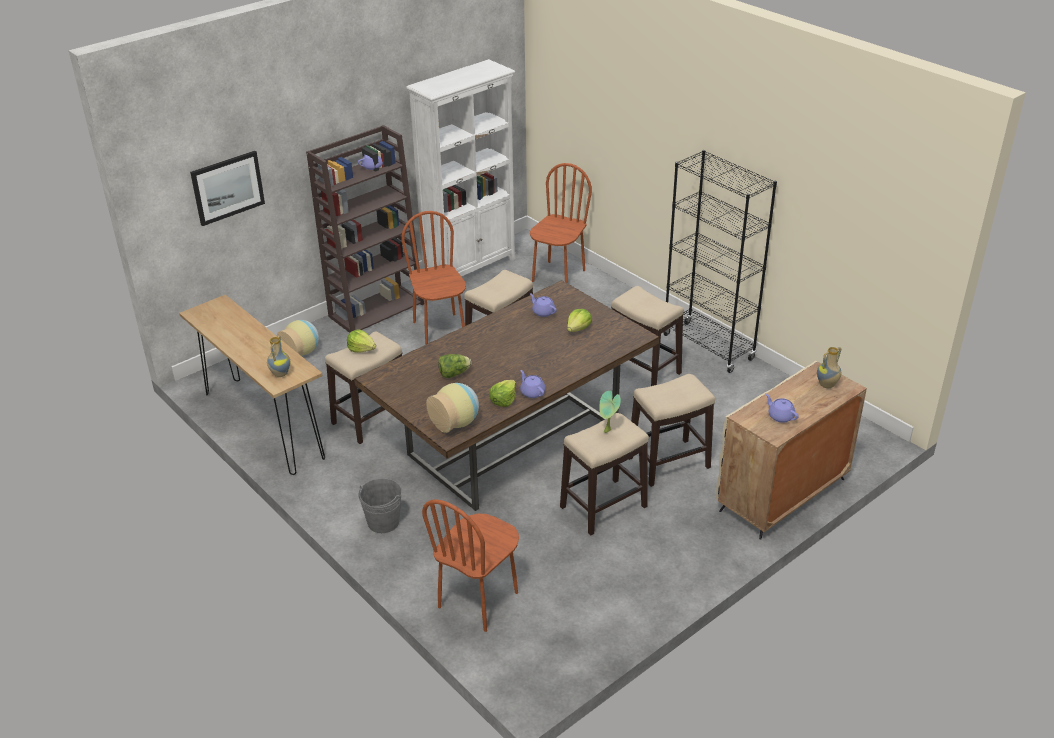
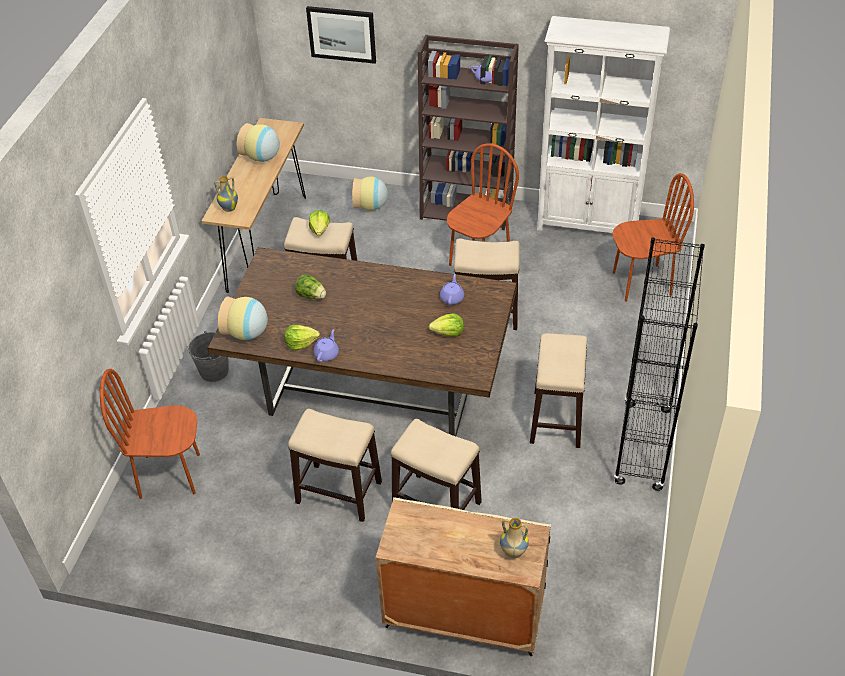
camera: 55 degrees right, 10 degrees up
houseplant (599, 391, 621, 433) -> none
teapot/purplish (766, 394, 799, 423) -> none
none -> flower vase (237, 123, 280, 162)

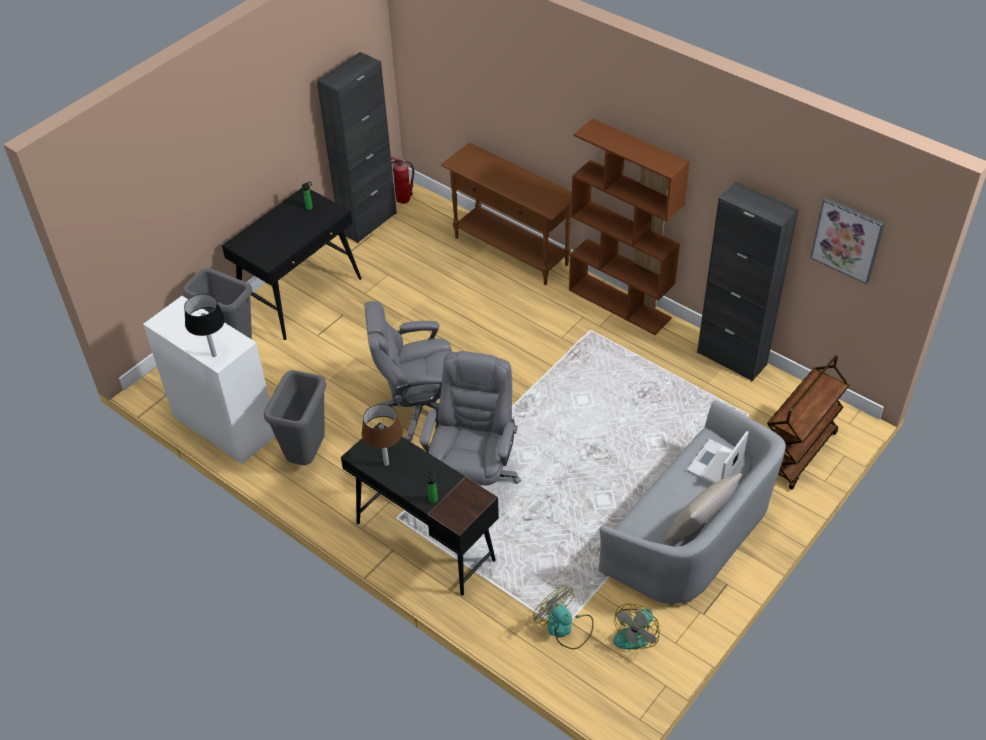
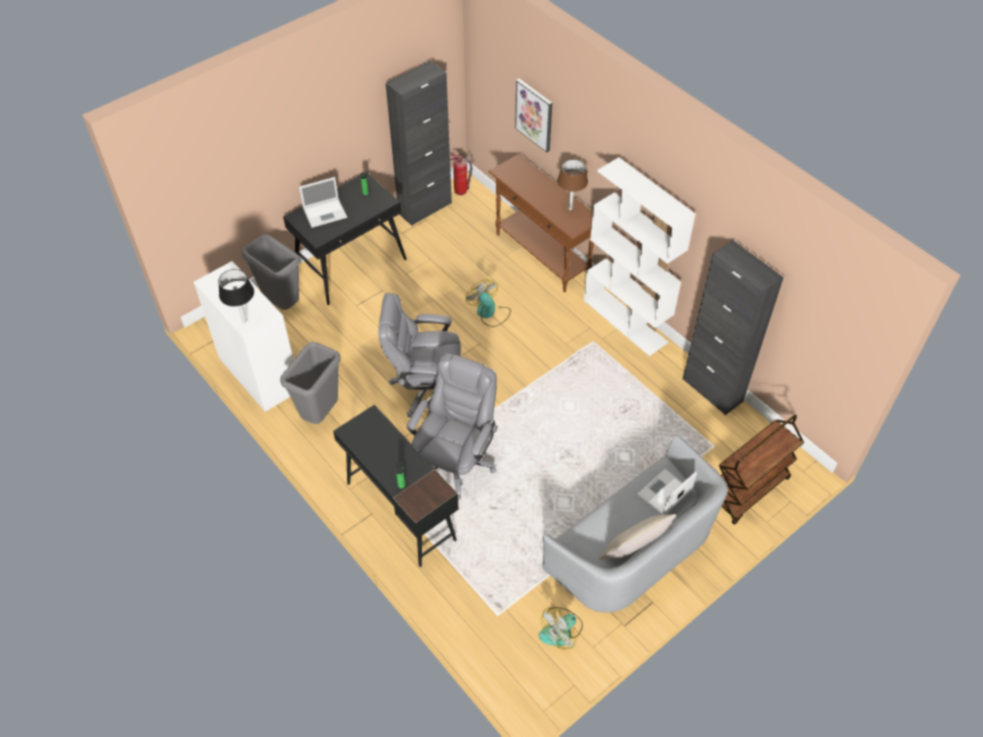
camera: 10 degrees right, 5 degrees up
none -> laptop (299, 177, 347, 228)
lamp for a table/brown (362, 404, 403, 466) -> lamp for a table/brown (557, 159, 588, 210), shifted
cooling fan (533, 585, 594, 649) -> cooling fan (466, 279, 511, 327), shifted
wall picture (810, 197, 885, 284) -> wall picture (515, 79, 552, 152), shifted
bookcase/brown (569, 118, 690, 335) -> bookcase/white (584, 157, 696, 356)

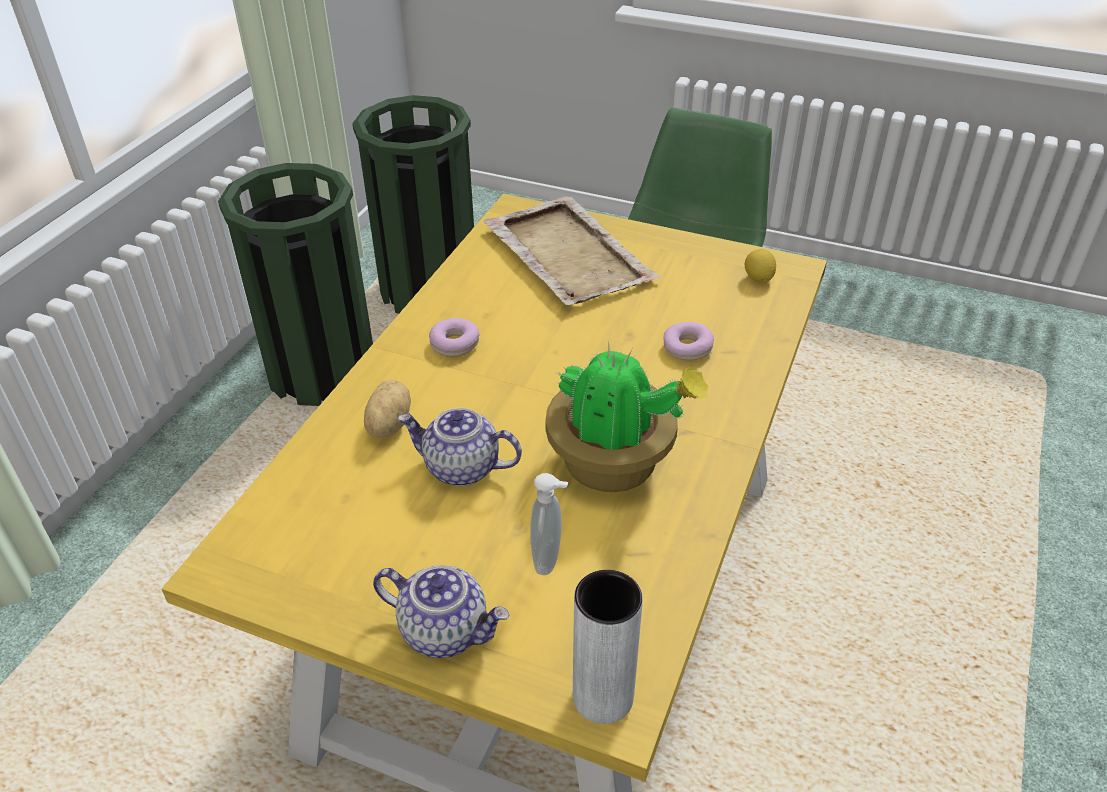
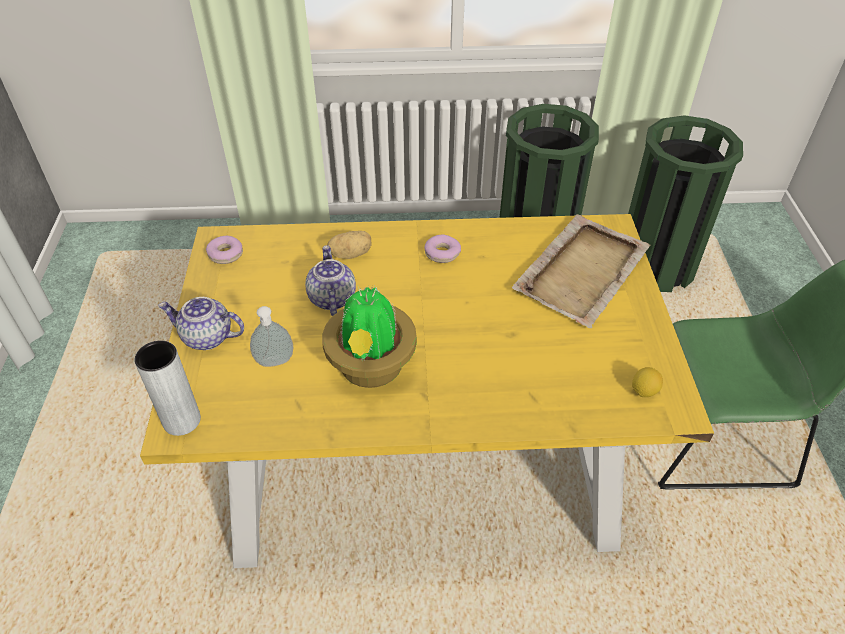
camera: 65 degrees right, 5 degrees up
doughnut (663, 322, 714, 361) -> doughnut (206, 236, 243, 264), shifted
teapot (373, 565, 510, 658) -> teapot (158, 297, 244, 350), 105 degrees clockwise

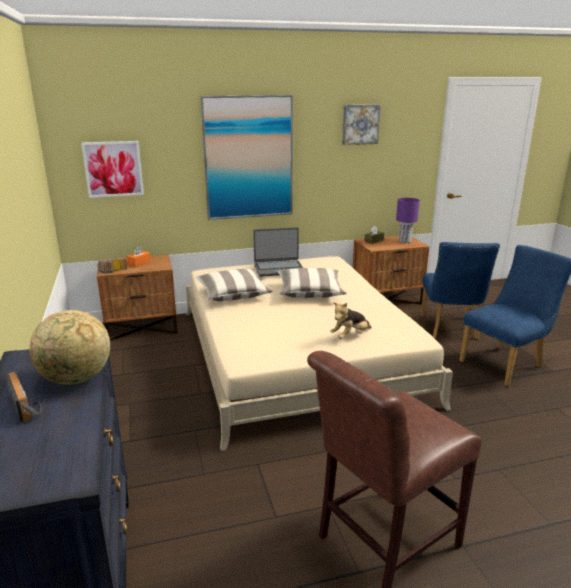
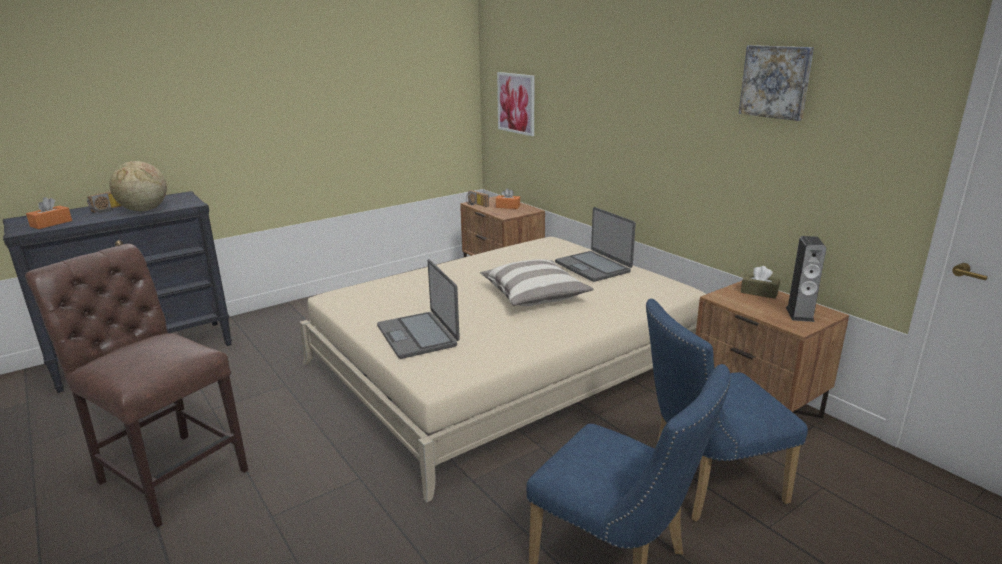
camera: 70 degrees right, 0 degrees up
throw pillow (196, 269, 273, 302) -> none
wall picture (201, 95, 293, 220) -> none
none -> box of tissues/orangey (26, 197, 72, 229)
plush toy (330, 302, 371, 339) -> laptop (377, 259, 460, 359)
lamp for a table/purplish (396, 198, 420, 243) -> loudspeaker (786, 236, 826, 322)

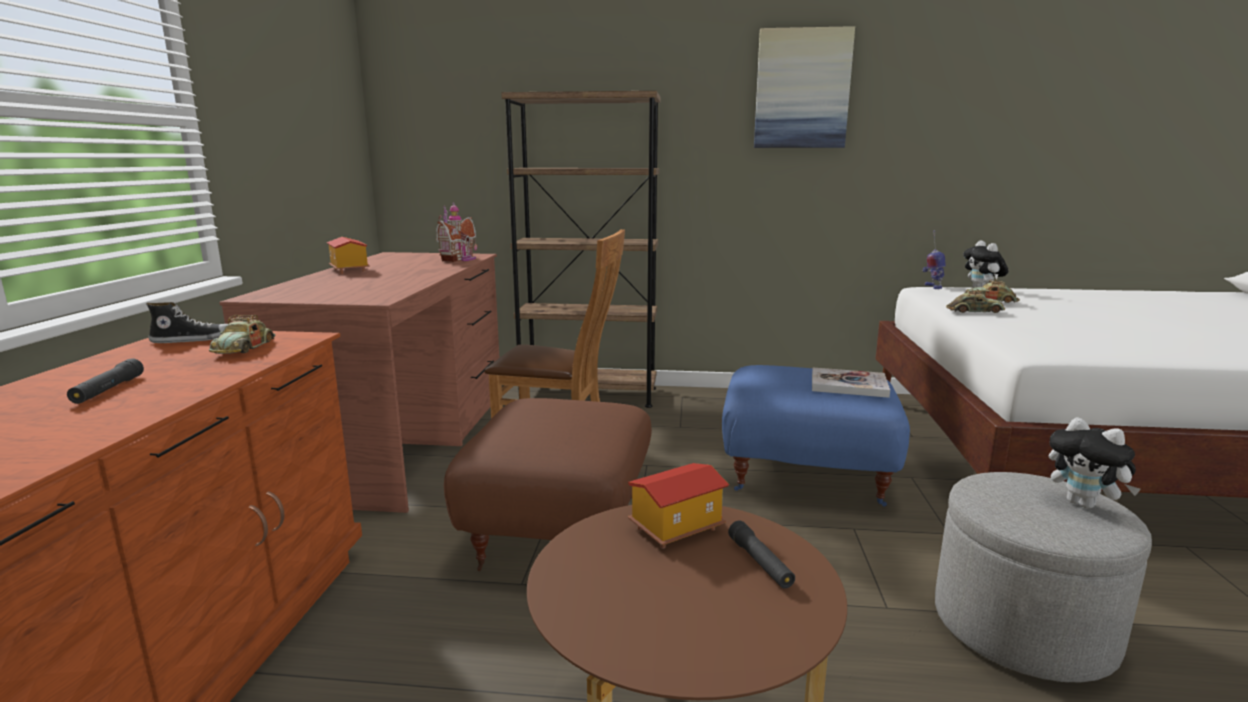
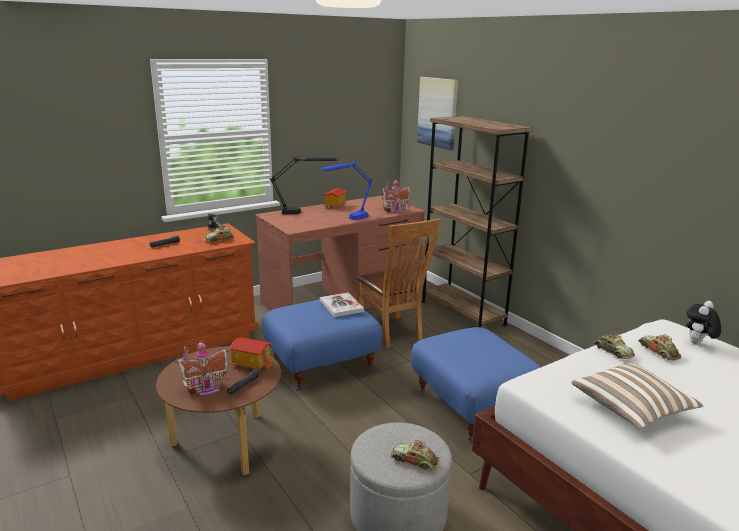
camera: 50 degrees right, 5 degrees up
model robot (922, 230, 946, 289) -> none
none -> toy house (174, 340, 231, 397)
none -> lamp for a table/black (269, 156, 337, 214)
none -> lamp for a table/bluish (321, 161, 373, 220)
none -> throw pillow (571, 363, 703, 429)
wall picture (754, 26, 855, 148) -> wall picture (417, 77, 458, 150), shifted
book (812, 368, 890, 398) -> book (320, 293, 364, 317), shifted
plush toy (1049, 417, 1141, 509) -> toy car (391, 440, 440, 470)
ottoman/brown (444, 398, 652, 571) -> ottoman/bluish (262, 299, 382, 391)

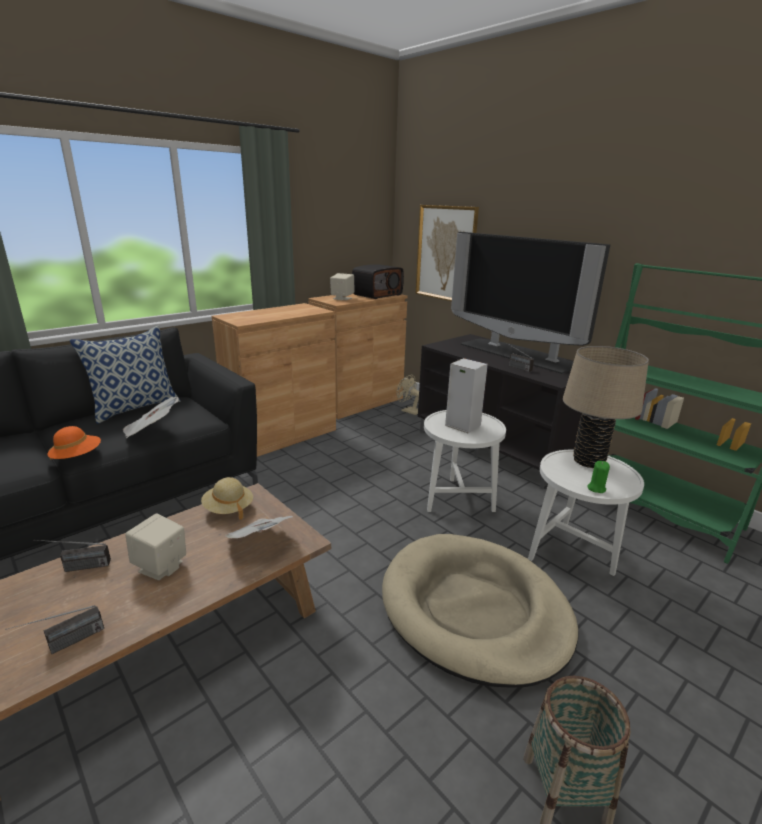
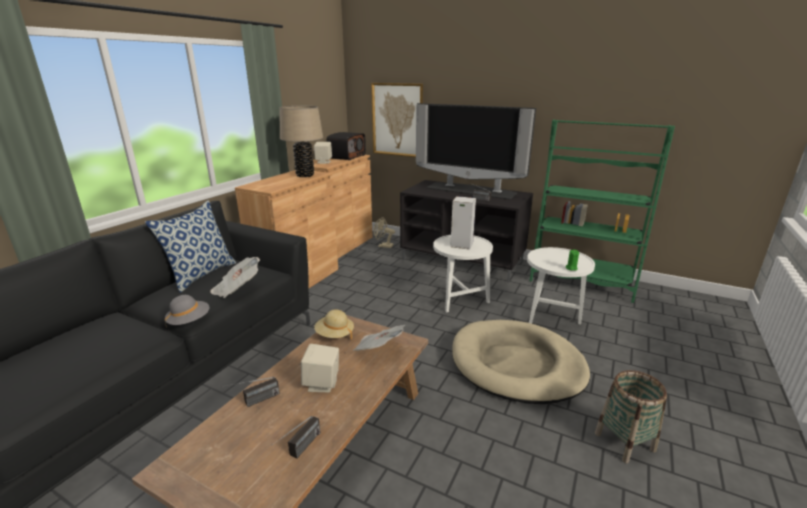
camera: 20 degrees left, 0 degrees up
lamp for a table/sand-coloured (563, 346, 649, 468) -> lamp for a table/sand-coloured (279, 106, 323, 177), shifted
clothing hat/orangey (48, 426, 101, 459) -> clothing hat/greyish (165, 295, 209, 328)

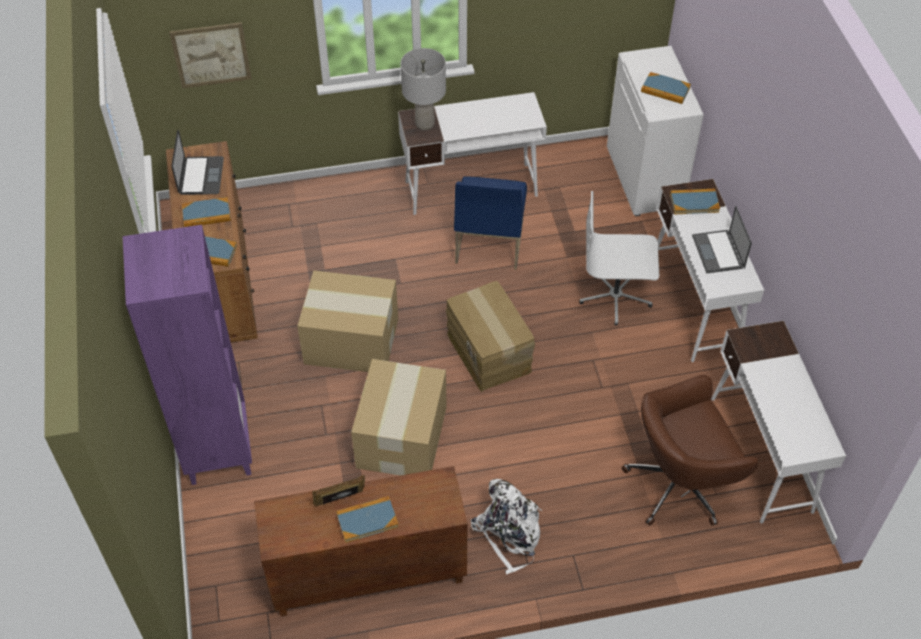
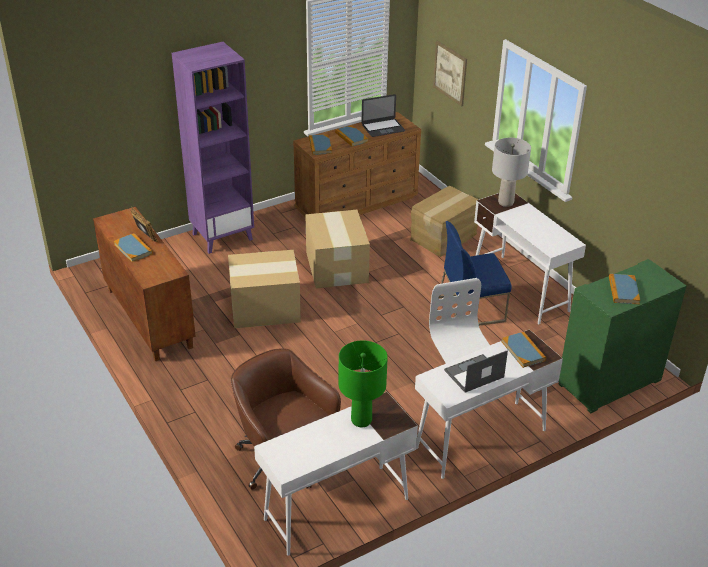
camera: 70 degrees right, 15 degrees down
knapsack/white (471, 479, 542, 574) -> none
none -> lamp for a table/greenish (339, 341, 388, 427)
carton (446, 281, 535, 392) -> carton (410, 186, 479, 257), shifted
storage cabinet/white (607, 46, 704, 217) -> storage cabinet/greenish (559, 259, 686, 413)

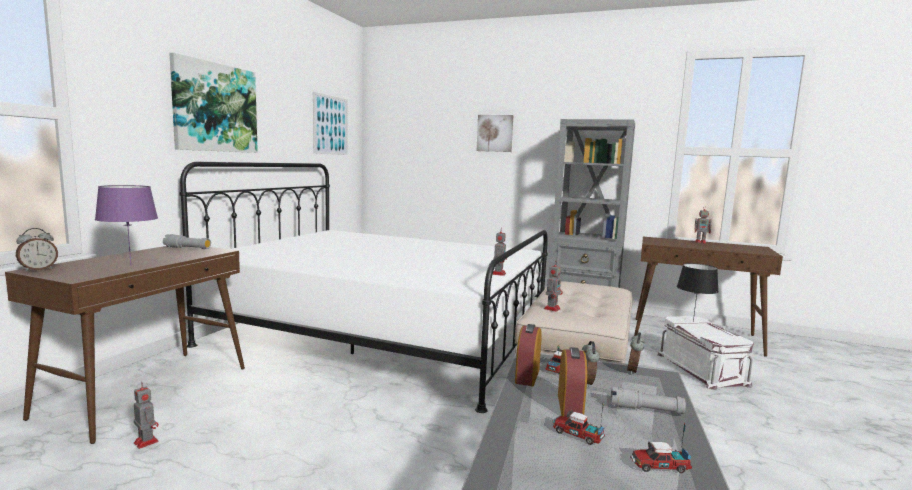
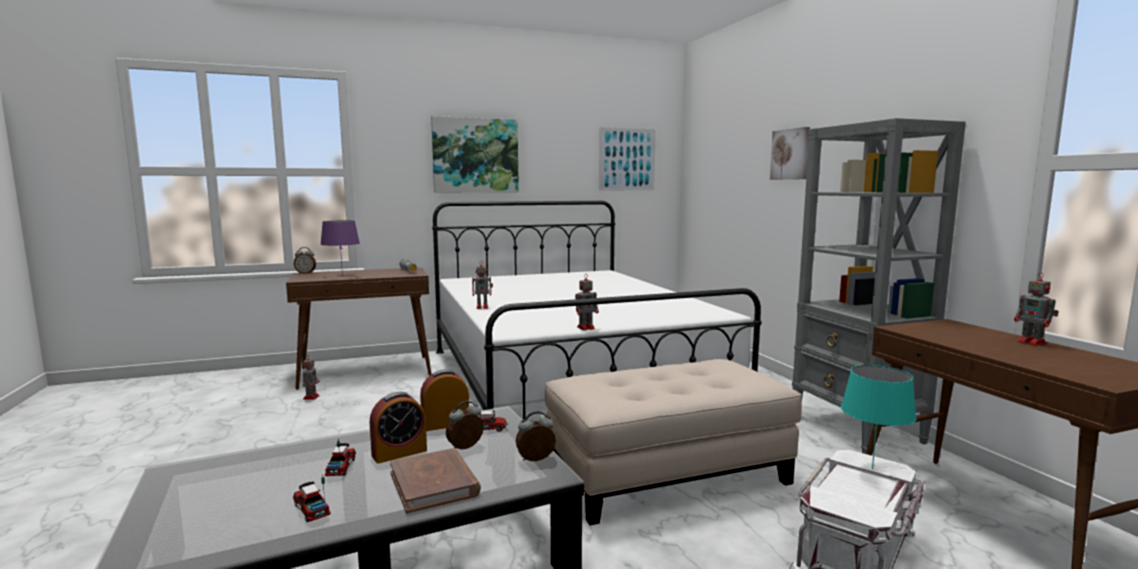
camera: 50 degrees right, 0 degrees up
model robot (544, 261, 563, 312) -> model robot (472, 261, 493, 309), shifted
flashlight/greyish (611, 387, 686, 414) -> book/brown (390, 448, 481, 514)
lamp for a table/black (677, 263, 719, 322) -> lamp for a table/turquoise-coloured (841, 365, 916, 469)

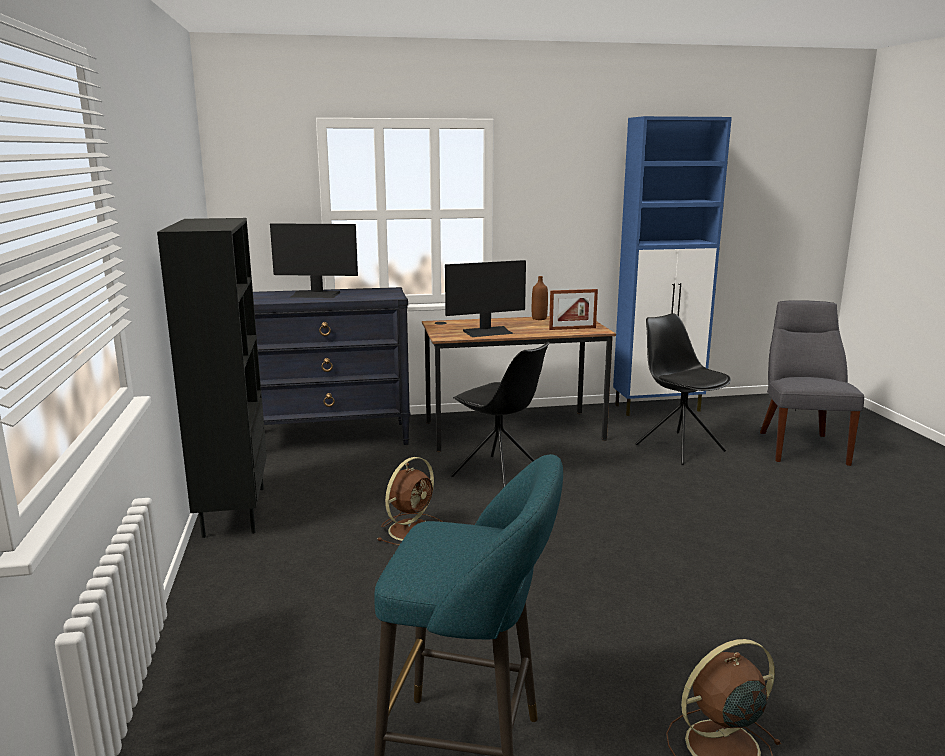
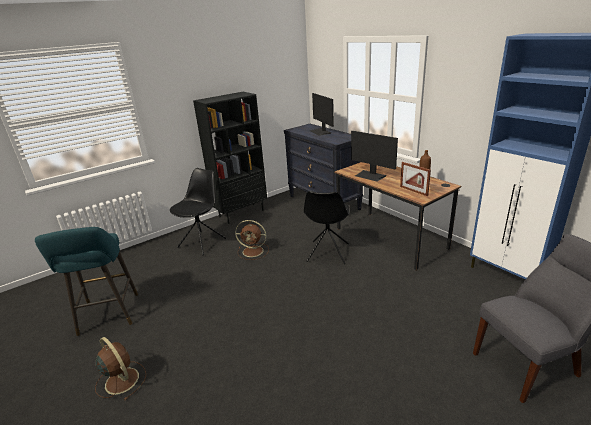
camera: 65 degrees right, 10 degrees up
upright chair/black (635, 313, 731, 465) -> upright chair/black (170, 168, 226, 255), shifted

